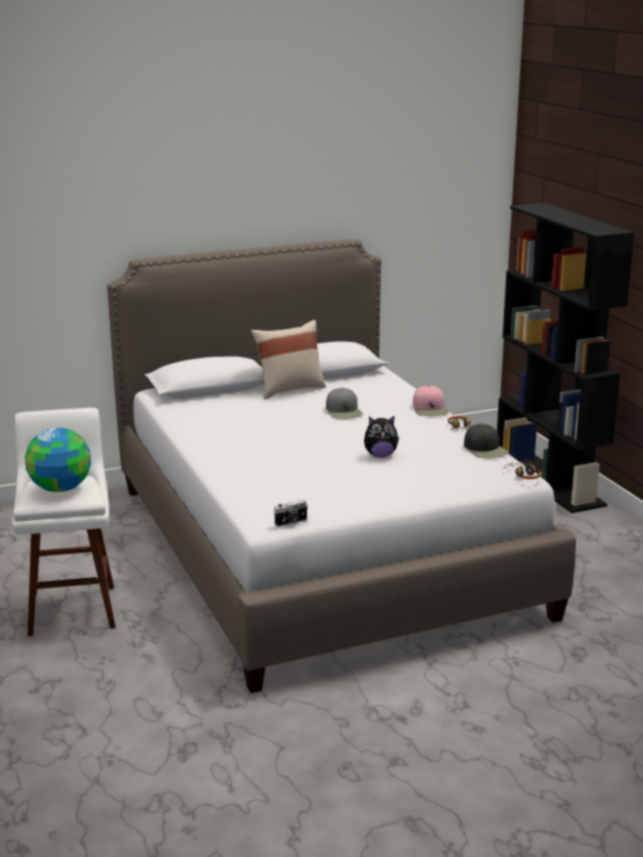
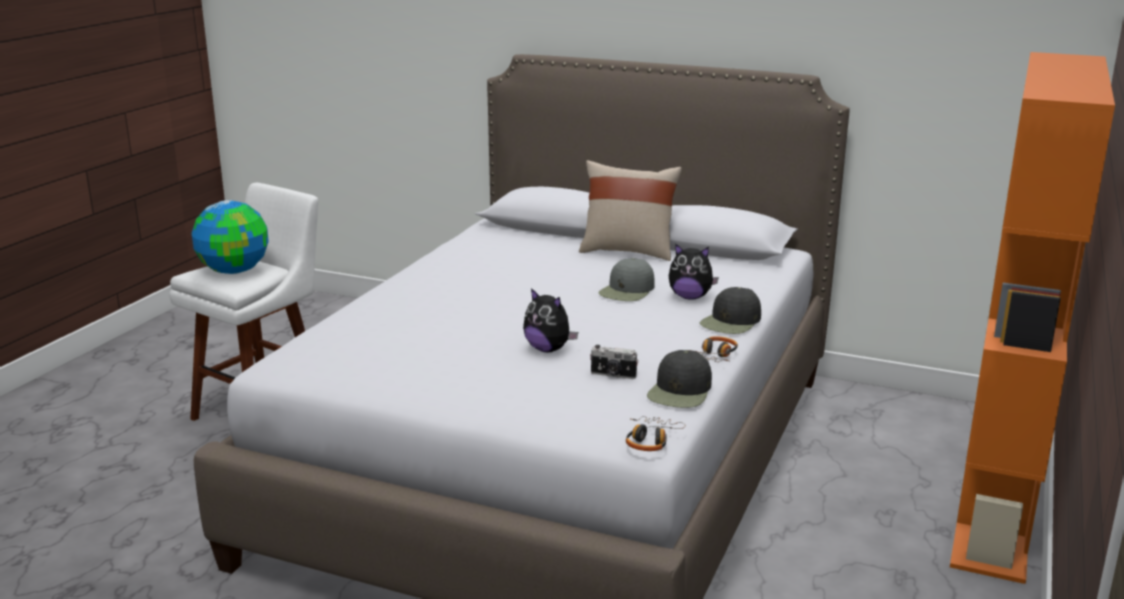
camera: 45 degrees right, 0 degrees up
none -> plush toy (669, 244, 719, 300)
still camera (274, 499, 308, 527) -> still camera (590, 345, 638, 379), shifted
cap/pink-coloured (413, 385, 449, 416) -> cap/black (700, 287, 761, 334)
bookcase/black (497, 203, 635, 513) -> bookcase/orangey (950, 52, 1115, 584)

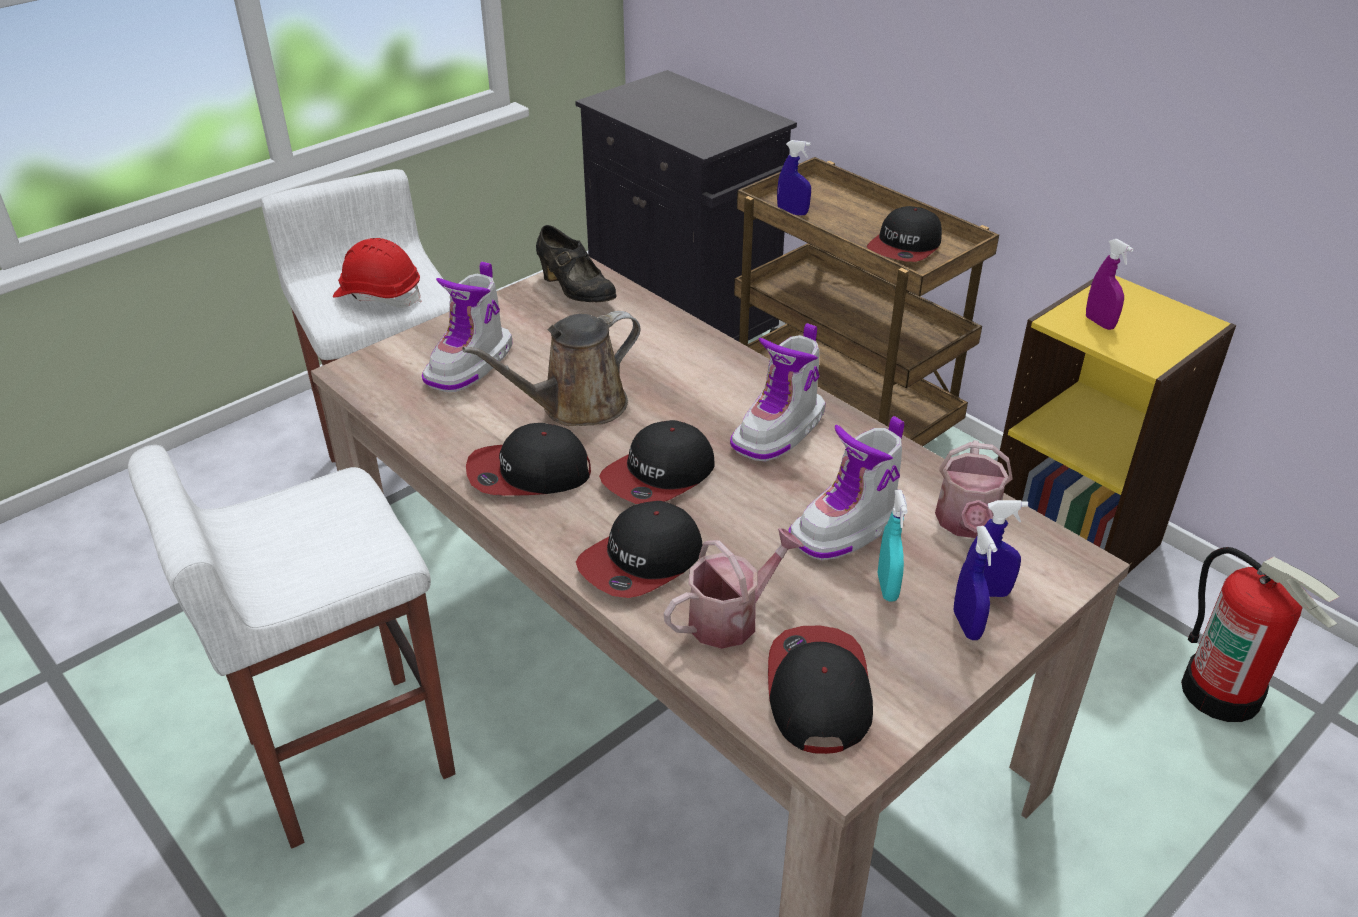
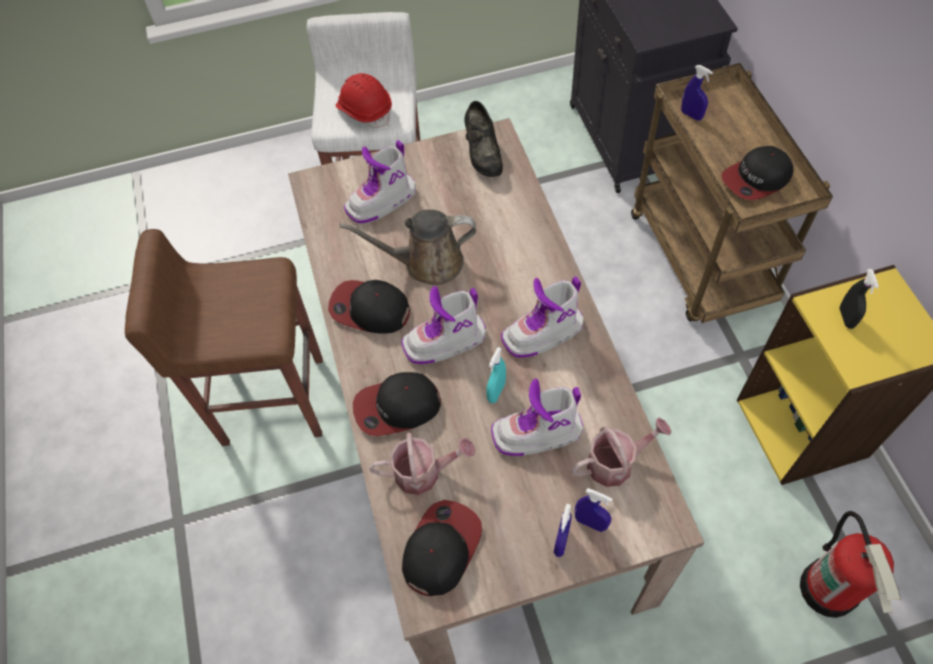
camera: 30 degrees right, 20 degrees up
sprayer/turquoise-coloured (878, 490, 908, 602) -> sprayer/turquoise-coloured (486, 347, 506, 403), shifted
cap (599, 420, 714, 504) -> high-top boot (402, 286, 486, 364)
stool seat/white (128, 445, 456, 848) -> stool seat/brown (125, 229, 323, 446)
sprayer/purplish (1086, 239, 1134, 330) -> sprayer/black (840, 269, 879, 329)
watering pot (935, 440, 1012, 538) -> watering pot (571, 418, 672, 487), 150 degrees counterclockwise

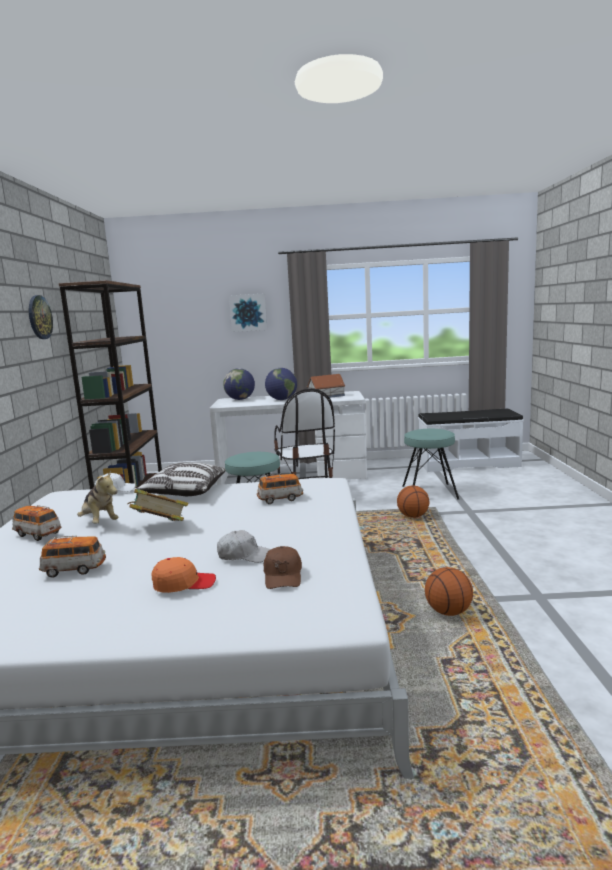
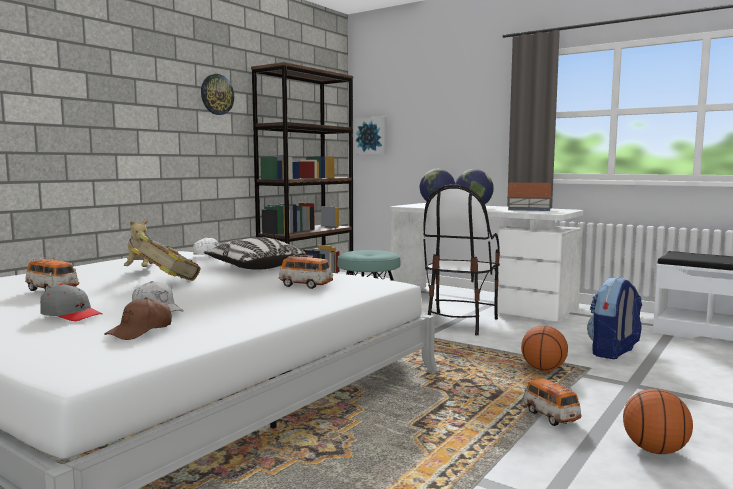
camera: 35 degrees right, 5 degrees down
toy car (12, 505, 61, 541) -> toy car (522, 378, 582, 426), shifted
wall picture (229, 293, 268, 332) -> wall picture (354, 117, 387, 155), shifted
basketball ball (425, 567, 473, 616) -> basketball ball (623, 389, 693, 454), shifted
stool seat/turquoise-coloured (402, 429, 459, 500) -> knapsack (587, 277, 642, 359)
cap/orangey (152, 557, 216, 593) -> cap/greyish (40, 284, 103, 321)

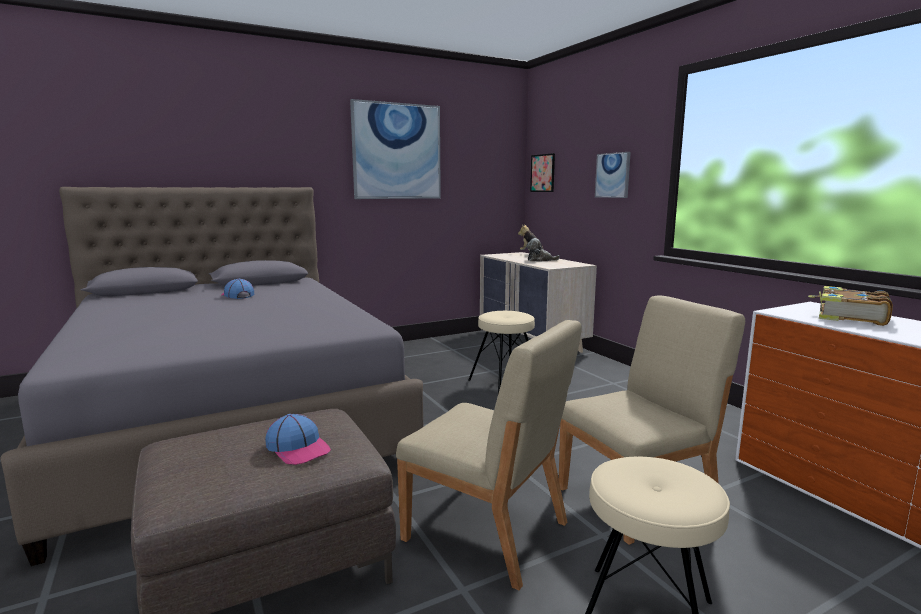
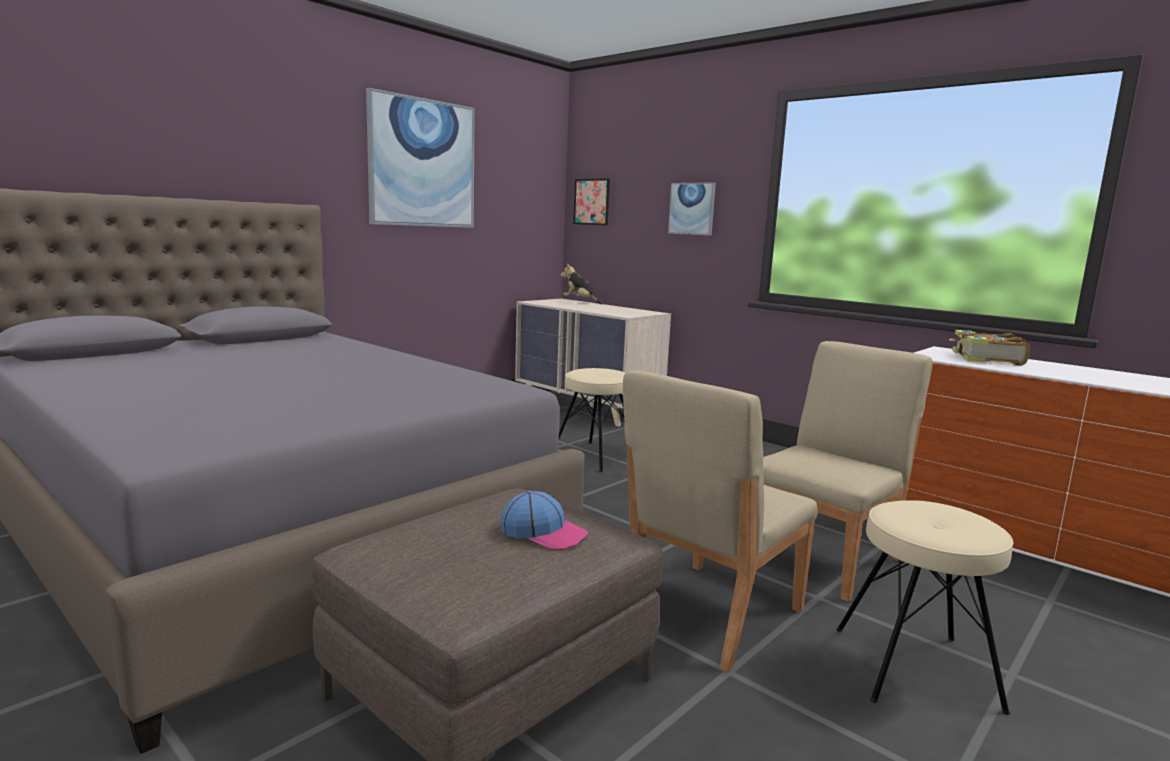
camera: 20 degrees left, 0 degrees up
cap (221, 279, 254, 299) -> none
plush toy (526, 238, 560, 262) -> none
upright chair/sand-coloured (396, 320, 582, 590) -> upright chair/sand-coloured (623, 370, 817, 673), 120 degrees clockwise

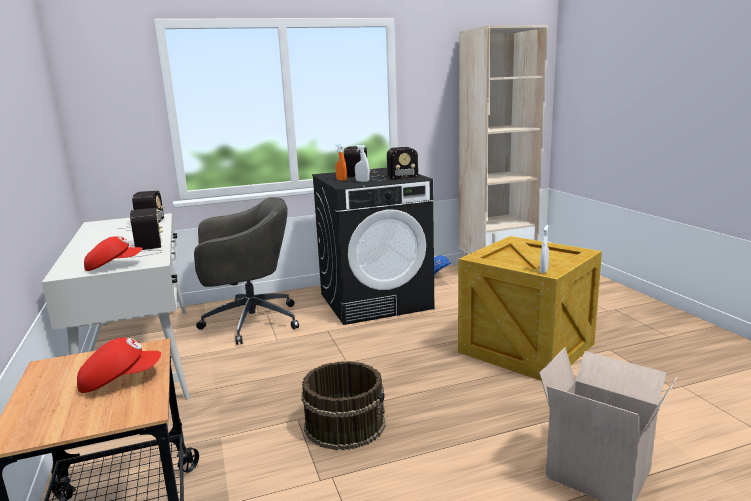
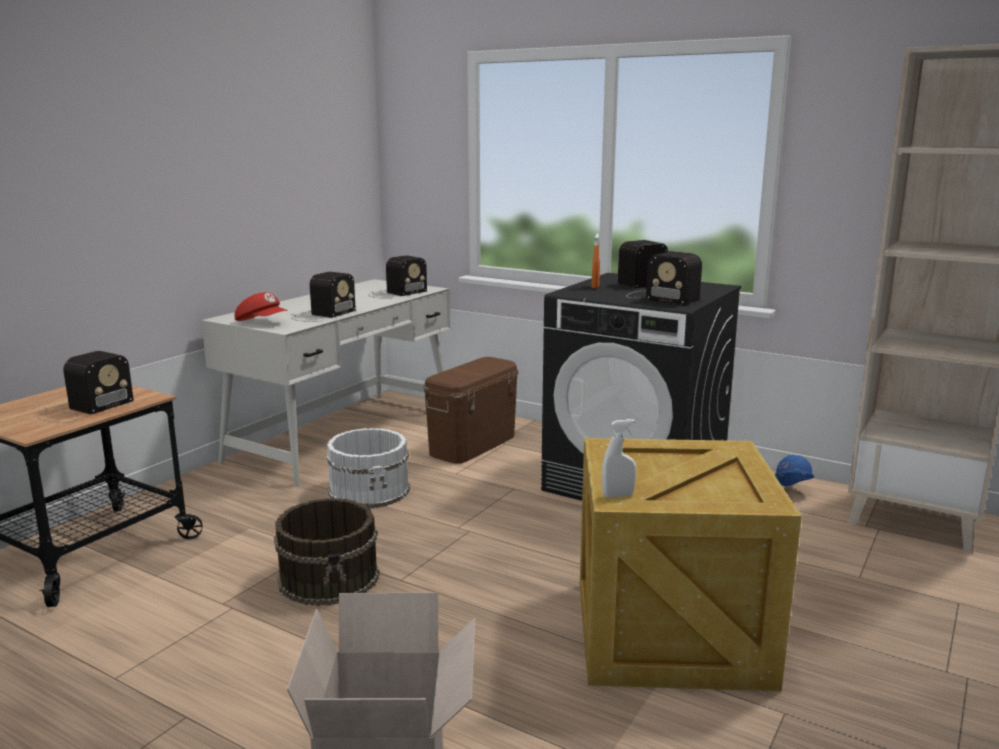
camera: 50 degrees right, 0 degrees up
sprayer/white (355, 145, 370, 182) -> none
none -> water bucket/white (326, 428, 410, 509)
cap/red-coloured (77, 338, 161, 393) -> radio set (37, 351, 134, 423)
computer chair/greyish (194, 197, 299, 345) -> storage container/brown (424, 357, 518, 464)

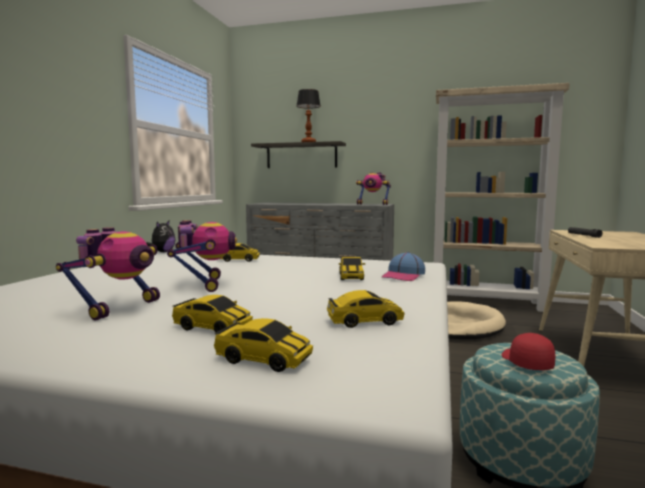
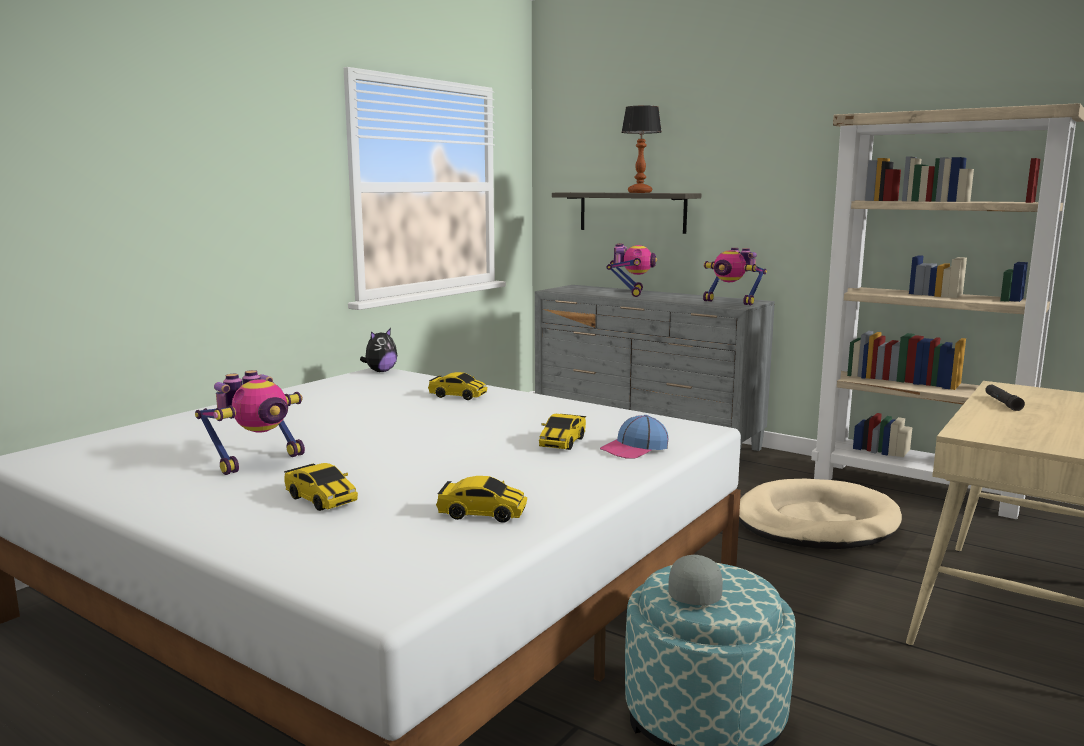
camera: 20 degrees right, 5 degrees up
toy car (214, 318, 313, 372) -> none
model robot (167, 220, 237, 292) -> model robot (607, 243, 657, 297), shifted
cap/red-coloured (501, 333, 555, 370) -> cap/greyish (668, 555, 723, 605)

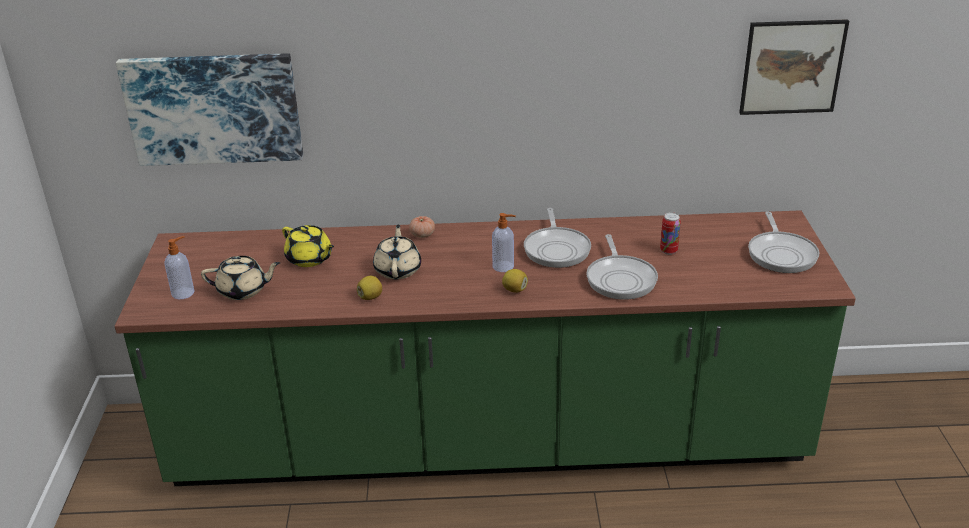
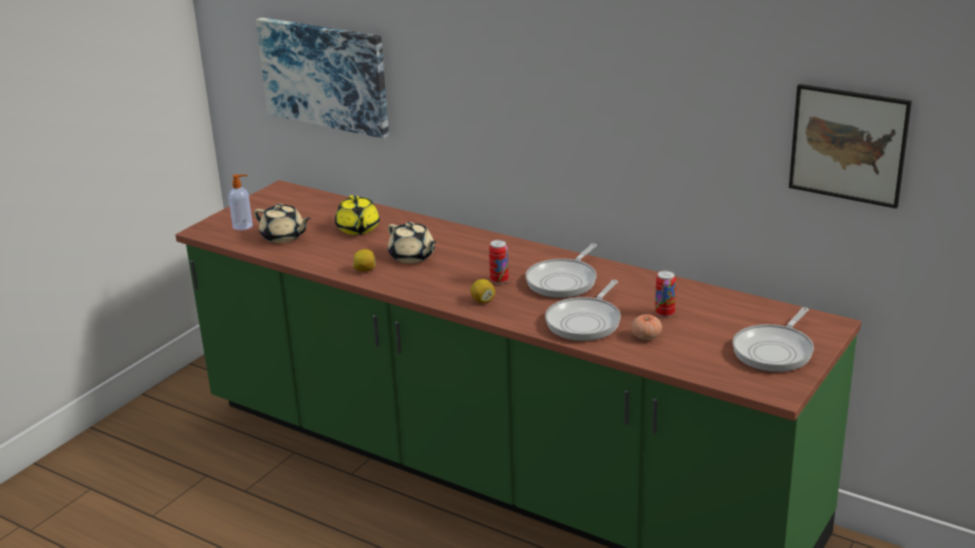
camera: 35 degrees right, 5 degrees down
whole tomato (409, 216, 435, 238) -> whole tomato (631, 314, 662, 340), shifted
soap dispenser (492, 213, 516, 272) -> sealed can (489, 240, 509, 284)
teapot/sand-coloured (373, 225, 421, 279) -> teapot/sand-coloured (388, 222, 436, 263), 105 degrees clockwise

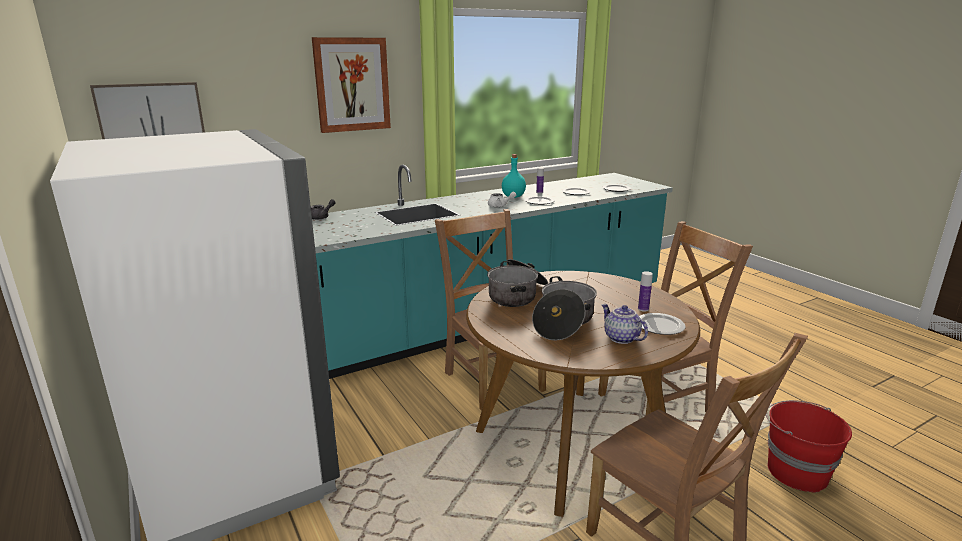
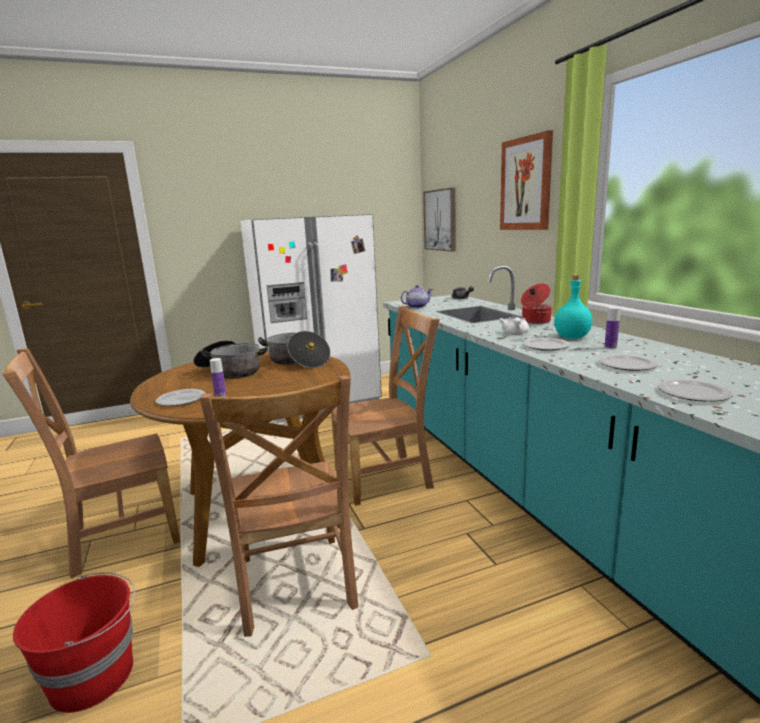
camera: 100 degrees right, 5 degrees down
none -> stockpot (521, 284, 551, 324)
teapot (601, 304, 648, 344) -> teapot (401, 285, 433, 308), shifted

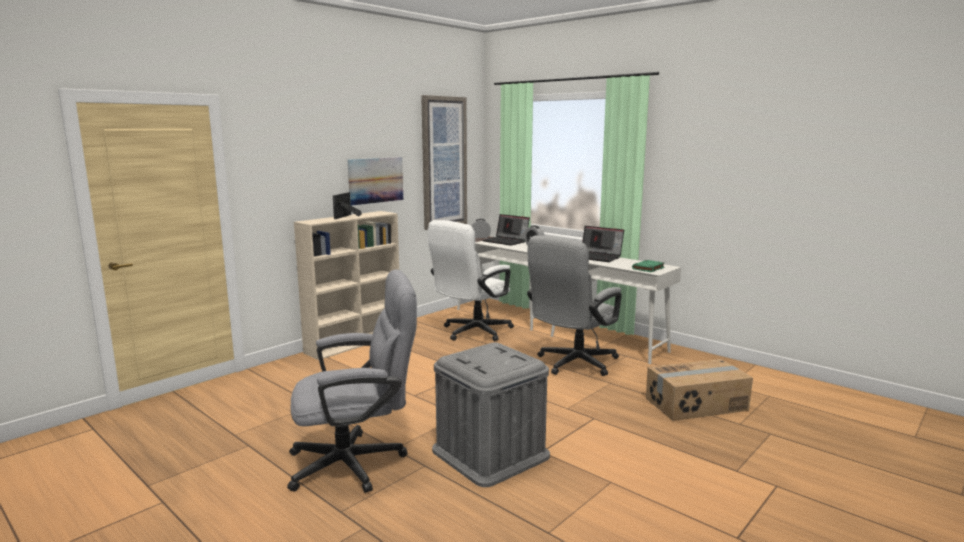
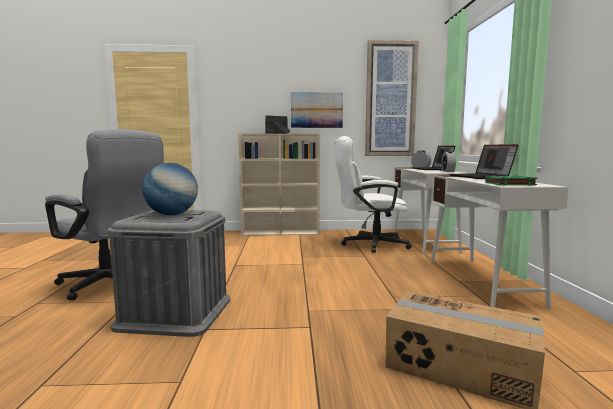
camera: 45 degrees right, 5 degrees down
computer chair/greyish (527, 235, 622, 376) -> none
none -> desk globe (142, 163, 198, 215)

